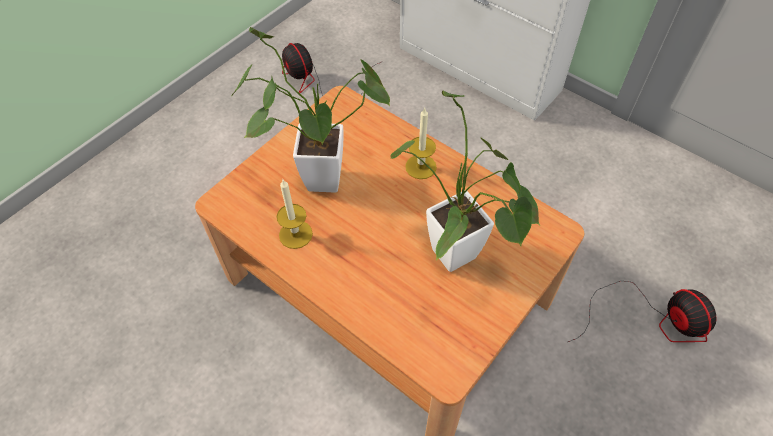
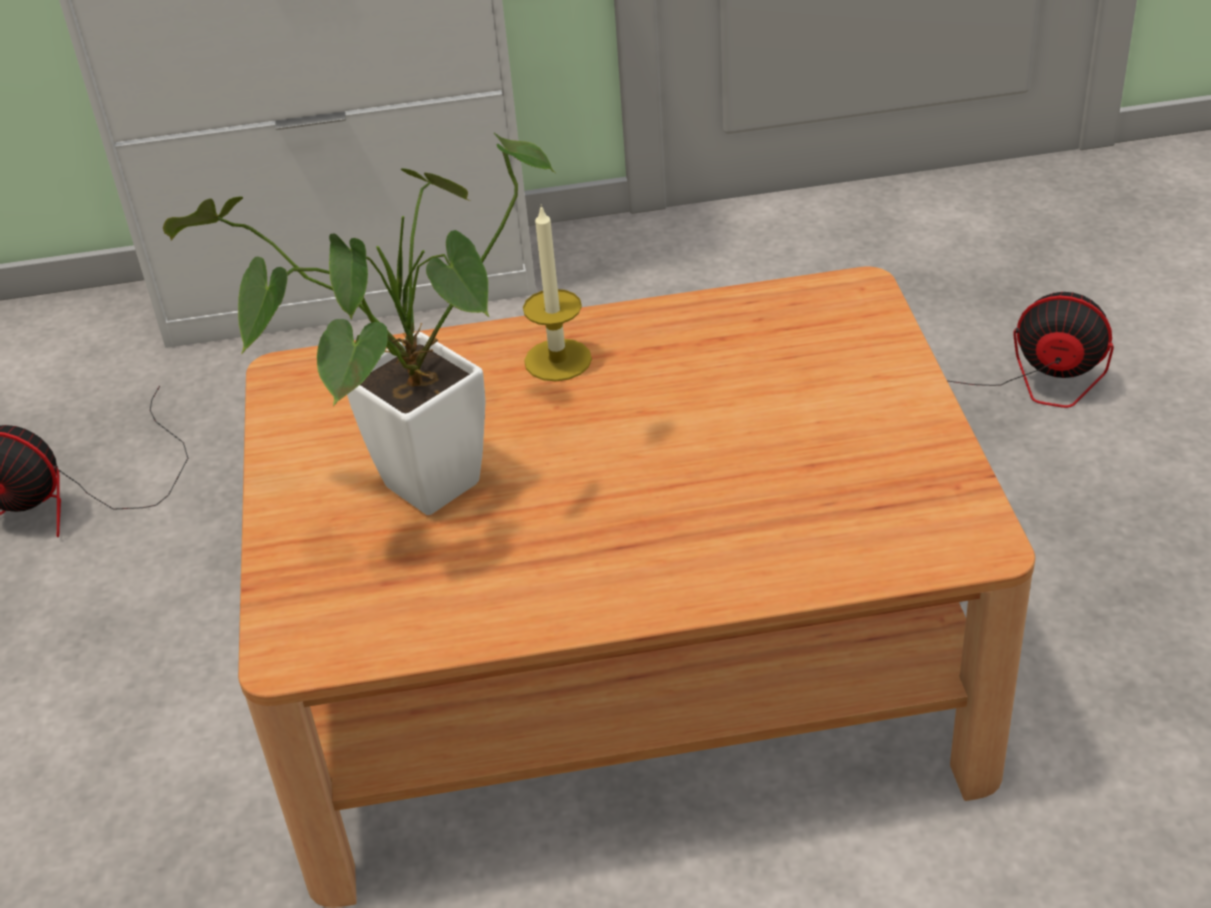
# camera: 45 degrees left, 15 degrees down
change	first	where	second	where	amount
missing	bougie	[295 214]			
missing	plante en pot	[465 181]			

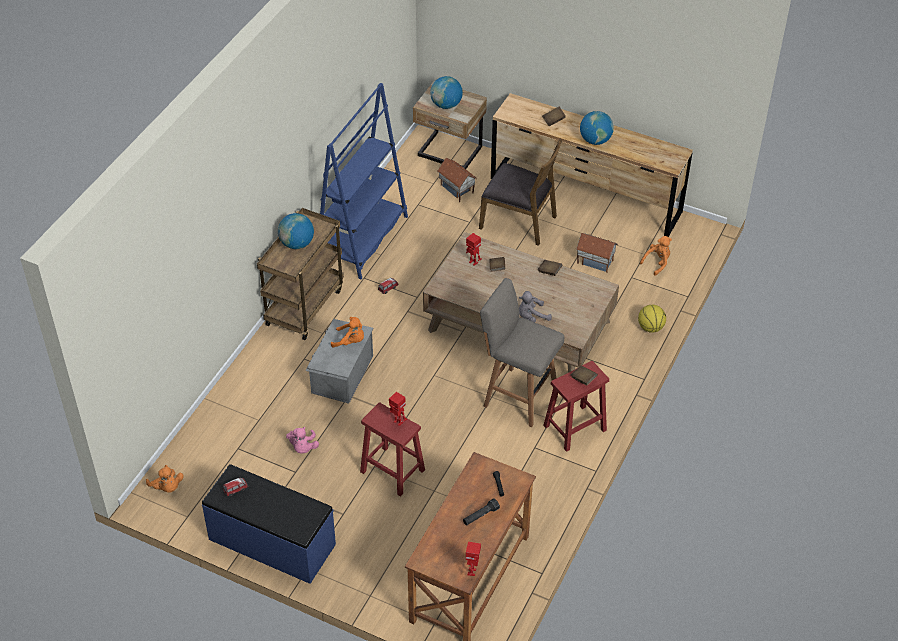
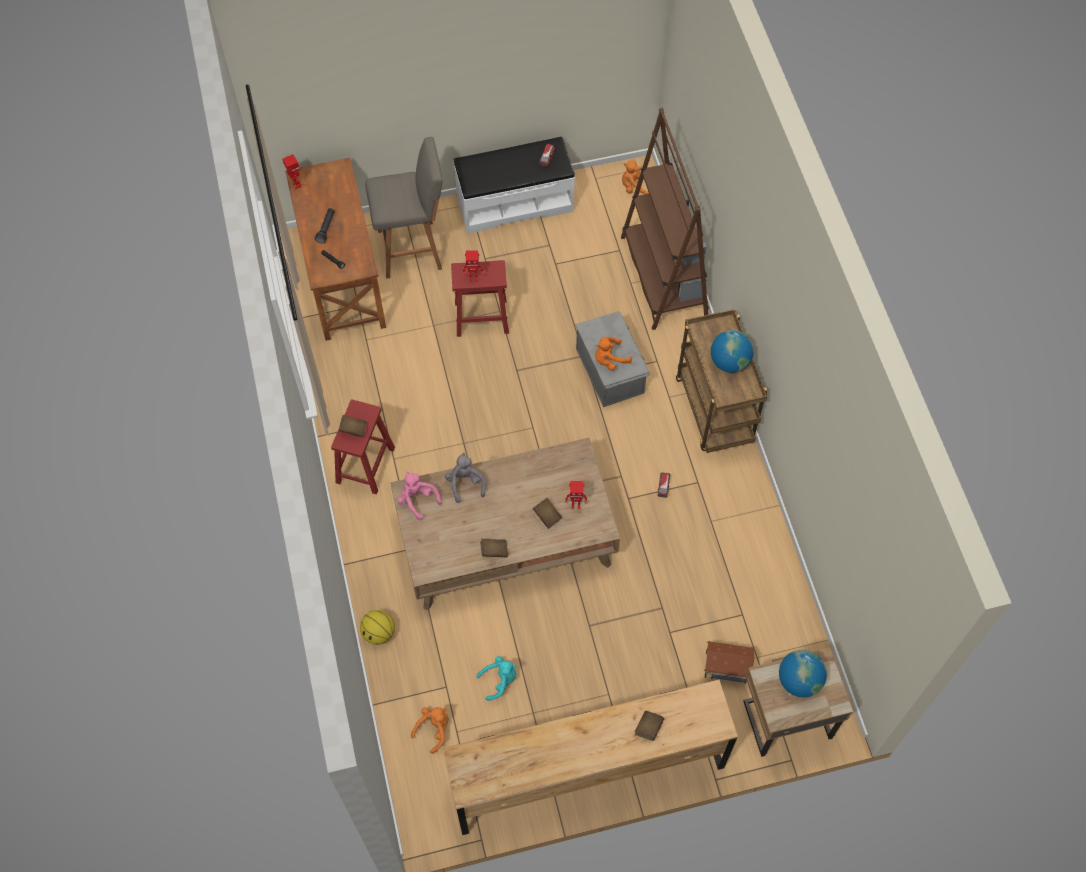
# camera: 140 degrees right, 15 degrees up
change	first	where	second	where	amount
relocated	tabouret [gris]	[522 352]		[404 208]	
relocated	peluche [rose]	[302 440]		[419 496]	
spun	peluche [orange]	[656 256]		[430 730]	150 degrees counterclockwise
spun	peluche [gris]	[535 306]		[465 478]	45 degrees counterclockwise
colour	banc [bleu]	[269 524]	banc [blanc]	[514 185]	
exchanged	maison miniature	[597 253]	peluche [turquoise]	[496 678]	
appeared			bibliothèque [marron]	[665 219]	
missing	bibliothèque [bleu]	[364 181]			
missing	chaise [marron]	[520 192]			
missing	globe	[597 128]			

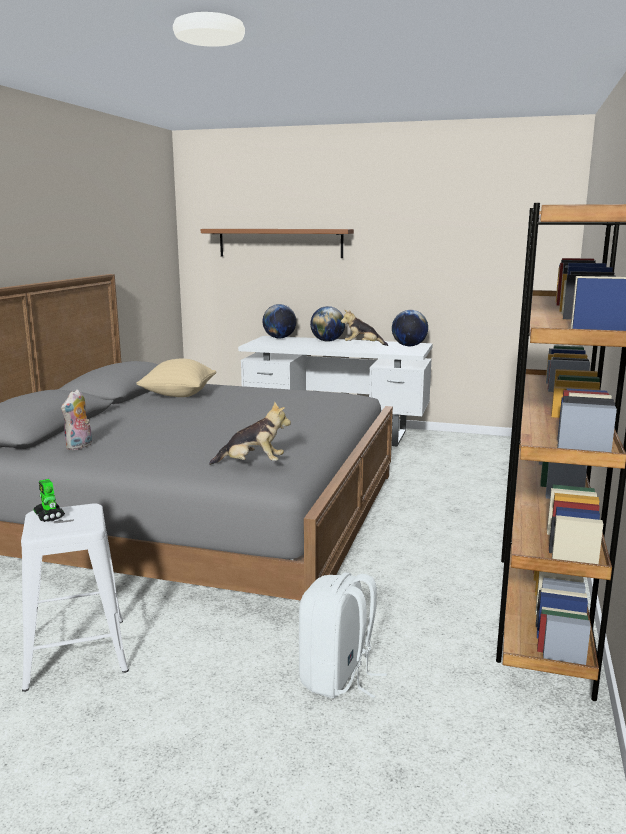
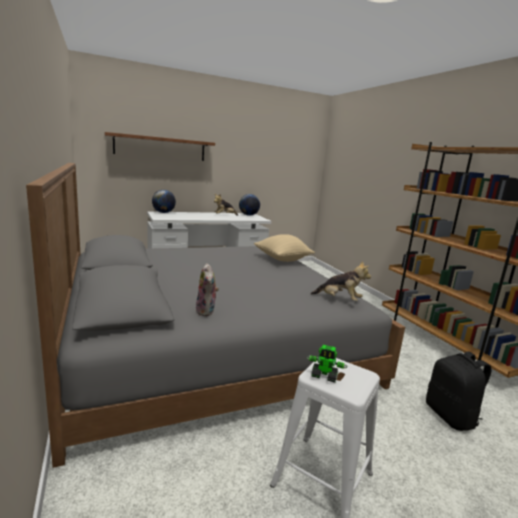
# camera: 40 degrees left, 0 degrees up
change	first	where	second	where	amount
relocated	coussin [beige]	[176 378]		[284 248]	
spun	peluche	[250 433]		[341 281]	60 degrees clockwise
colour	sac à dos [blanc]	[343 636]	sac à dos [noir]	[459 391]	
missing	globe	[327 324]			

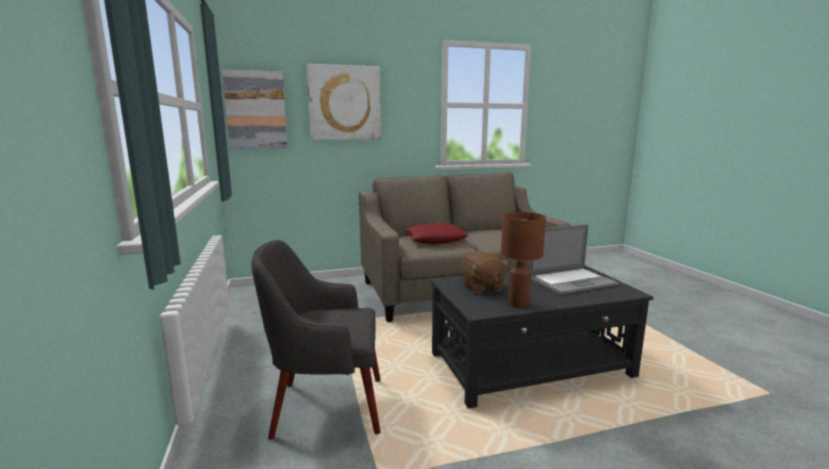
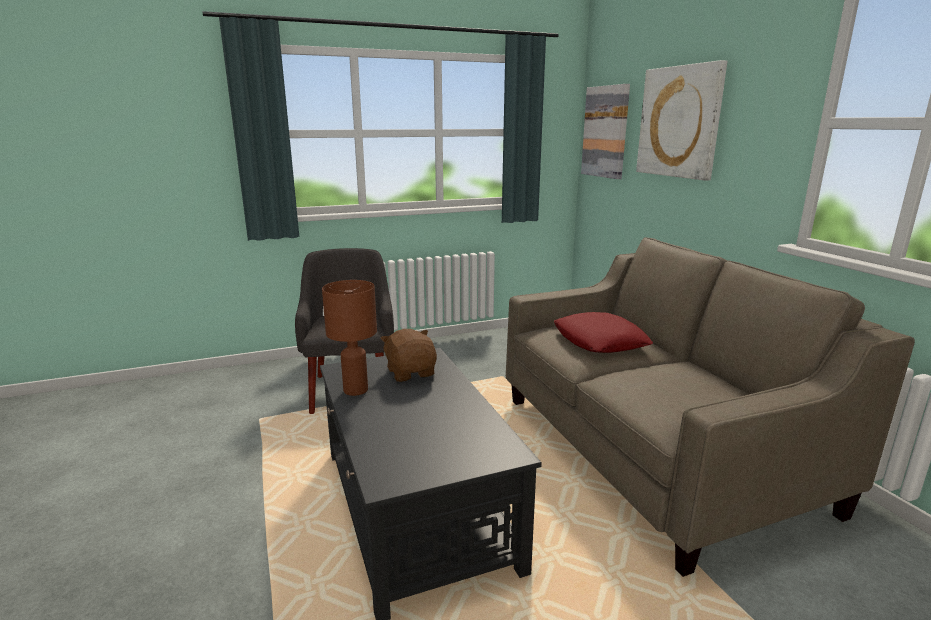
# camera: 85 degrees right, 5 degrees up
change	first	where	second	where	amount
spun	peluche [marron]	[485 272]		[408 355]	90 degrees clockwise
missing	ordinateur portable	[573 259]			

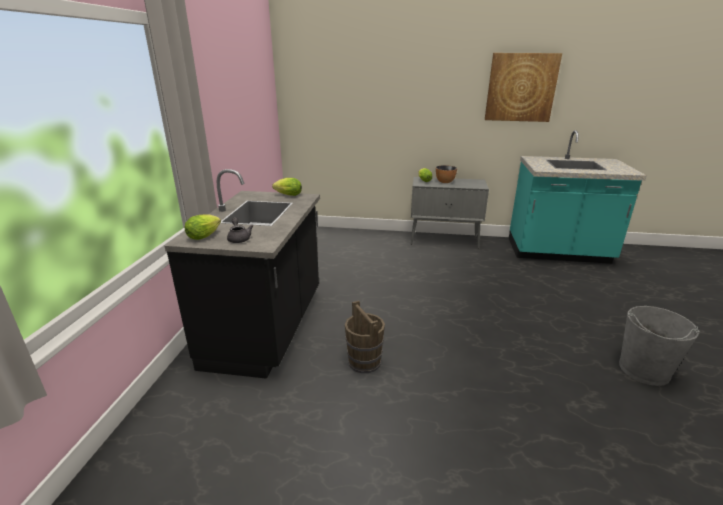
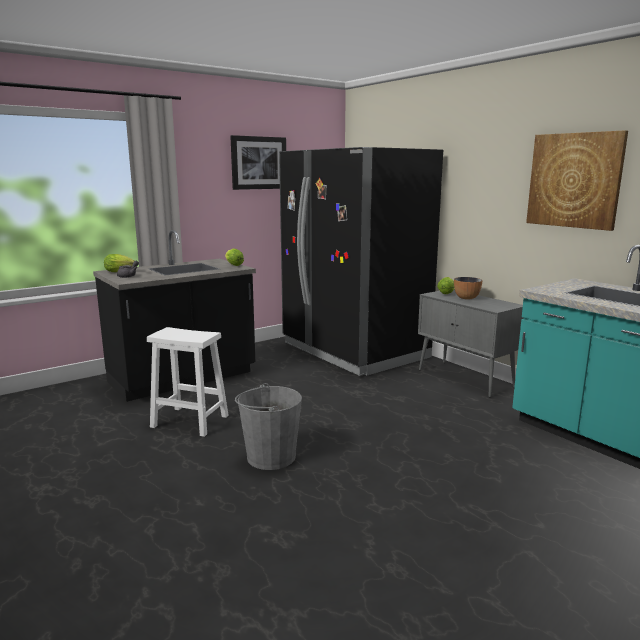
# camera: 45 degrees right, 10 degrees down
change	first	where	second	where	amount
exchanged	seau [marron]	[365 336]	tabouret [blanc]	[188 382]	
appeared			tableau	[258 162]	
relocated	seau [gris]	[659 346]		[268 426]	
appeared			réfrigérateur [noir]	[361 261]	

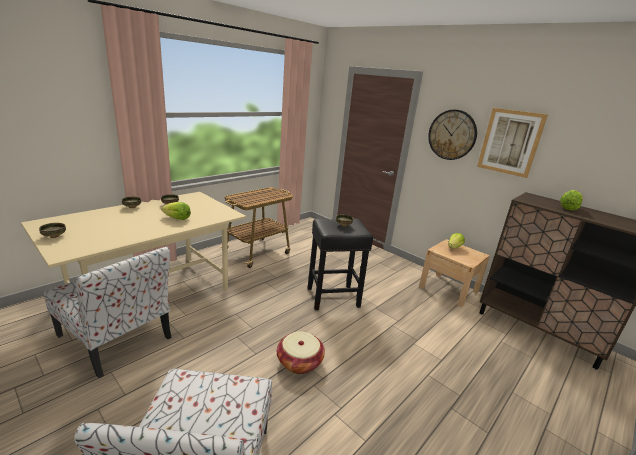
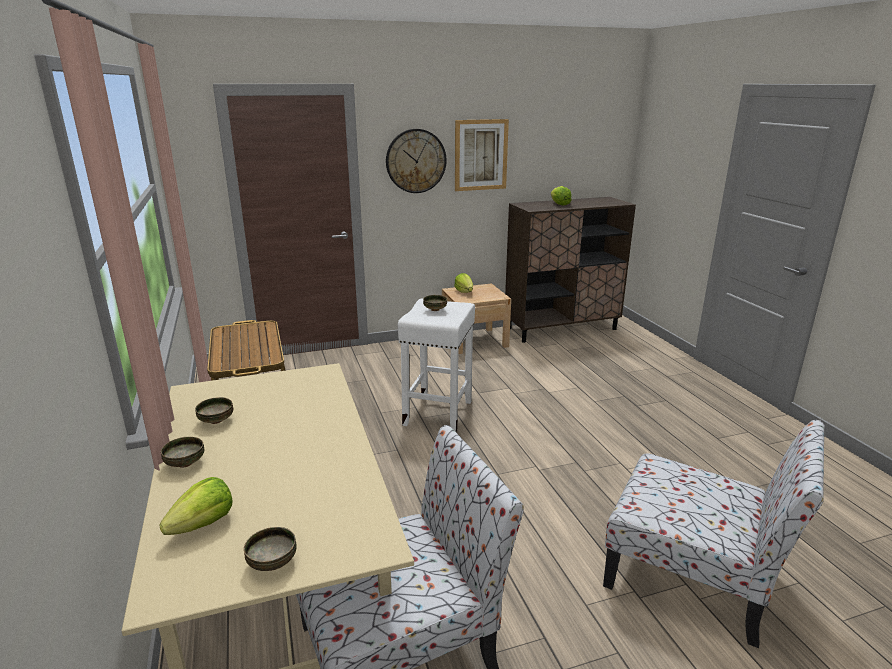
# camera: 60 degrees left, 0 degrees up
change	first	where	second	where	amount
relocated	laitue	[176 211]		[196 506]	
colour	tabouret [noir]	[340 264]	tabouret [blanc]	[436 365]	
missing	panier	[301 352]			

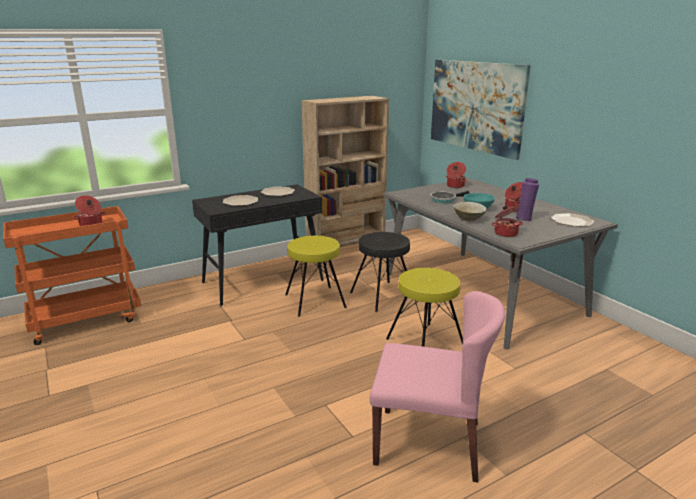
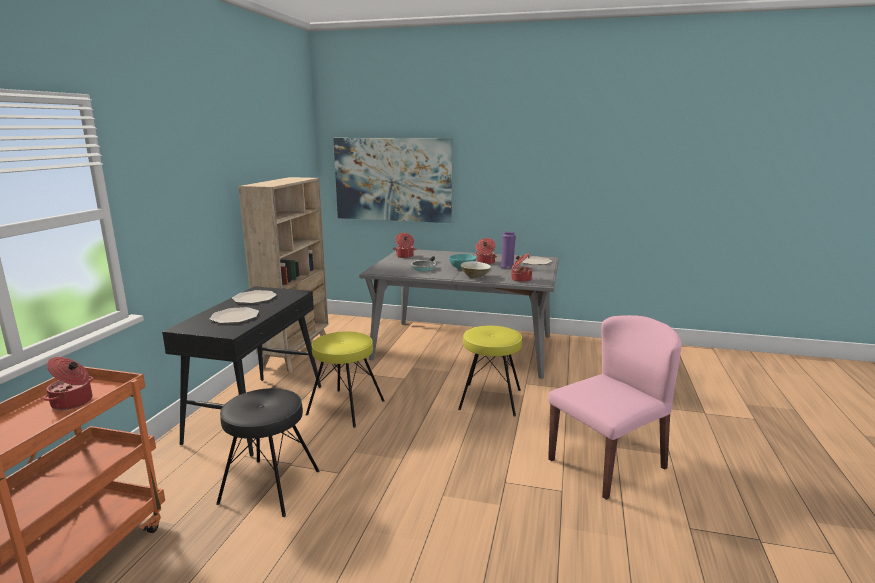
# camera: 45 degrees left, 5 degrees down
change	first	where	second	where	amount
relocated	tabouret [noir]	[380 272]		[268 452]	

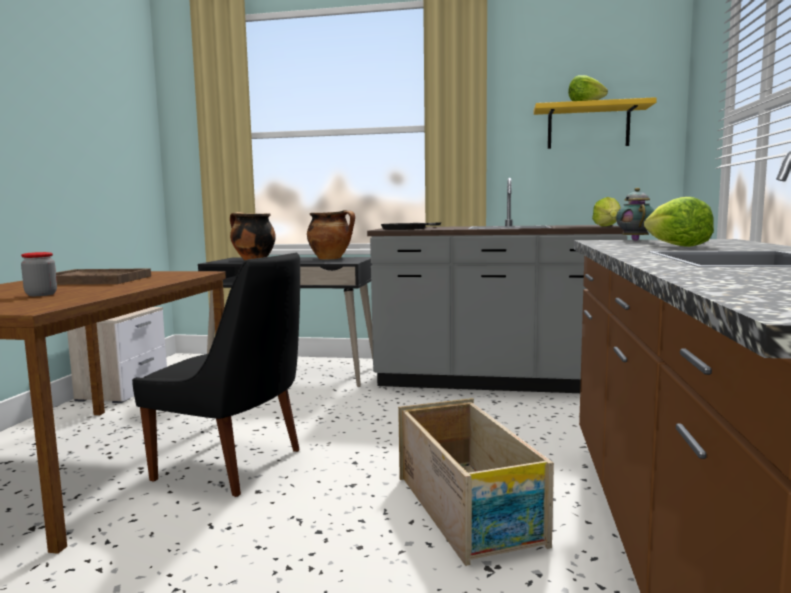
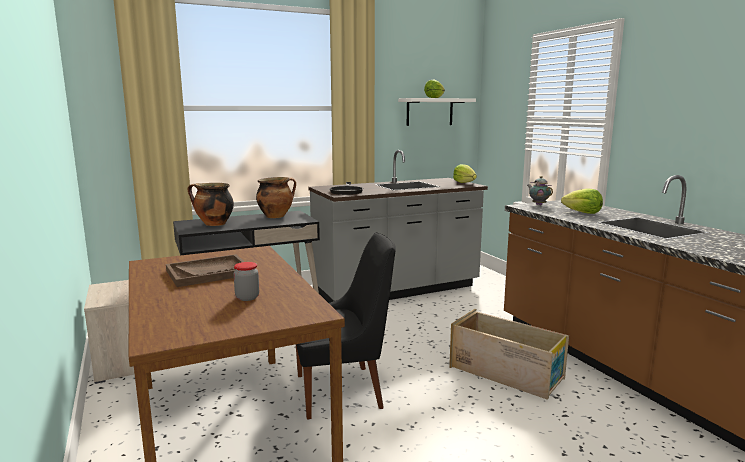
# camera: 35 degrees left, 5 degrees up
change	first	where	second	where	amount
colour	étagère [jaune]	[595 123]	étagère [blanc]	[437 112]	

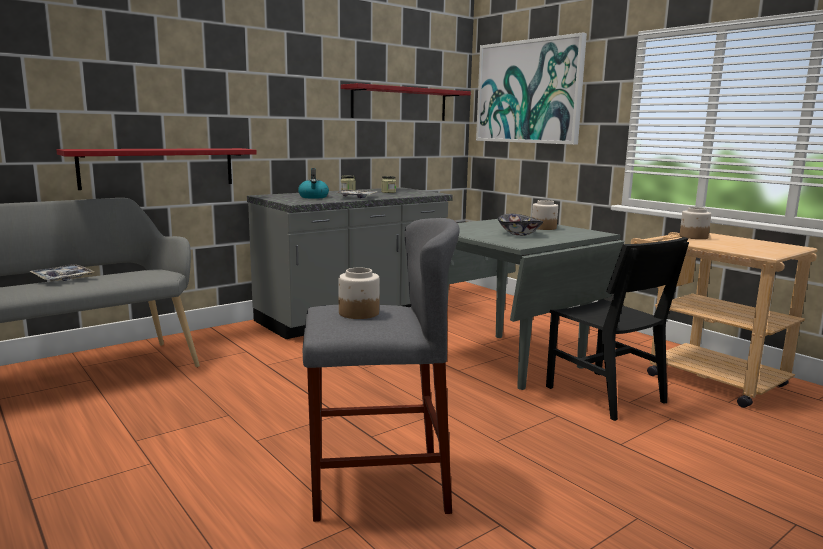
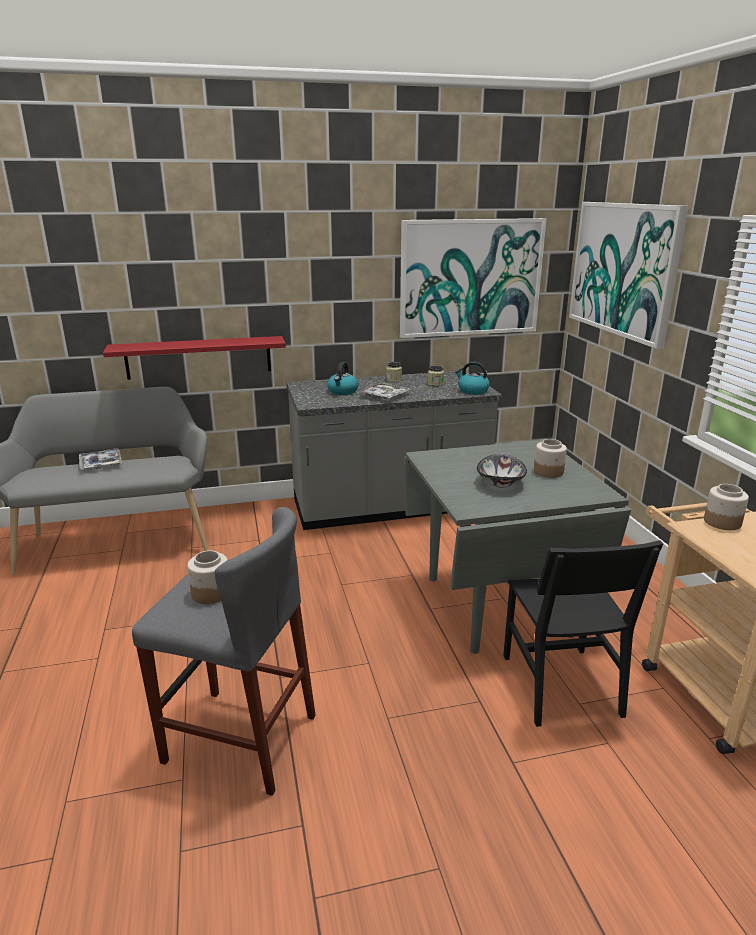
# camera: 25 degrees right, 10 degrees up
change	first	where	second	where	amount
exchanged	étagère [rouge]	[406 102]	tableau	[473 278]	
appeared			bouilloire	[472 378]	

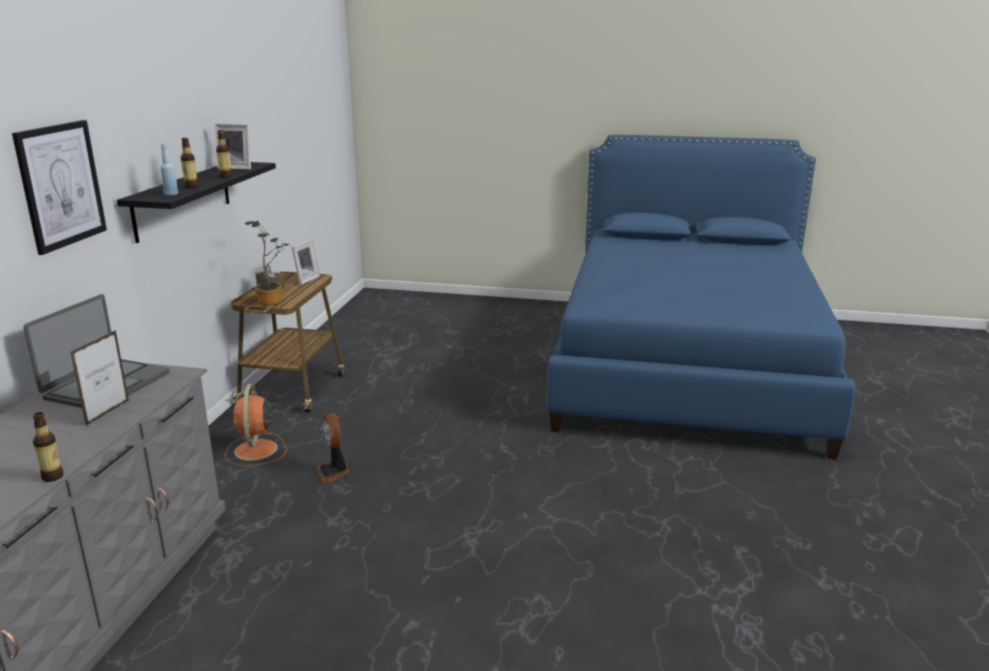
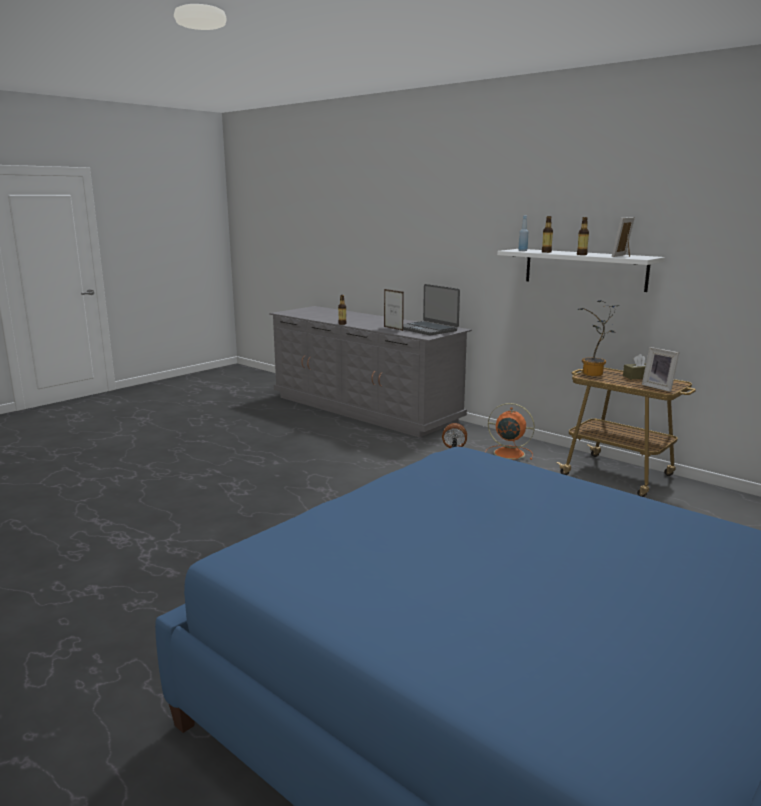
# camera: 120 degrees right, 5 degrees down
change	first	where	second	where	amount
colour	étagère [noir]	[196 202]	étagère [blanc]	[581 270]	
missing	tableau	[59 187]			

